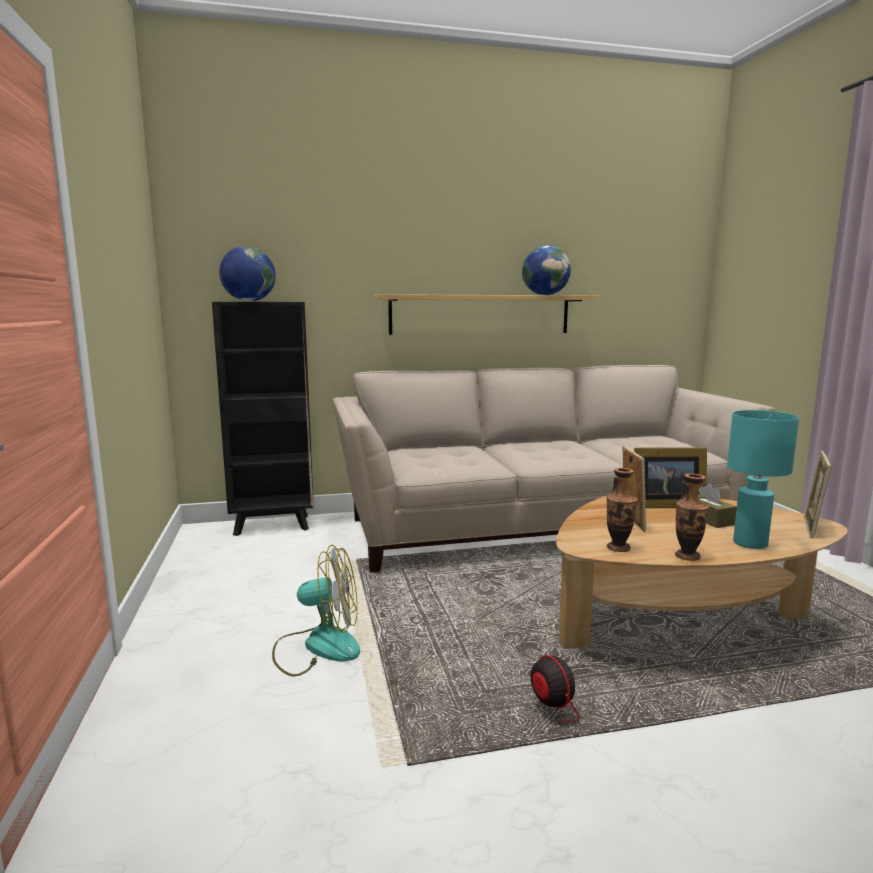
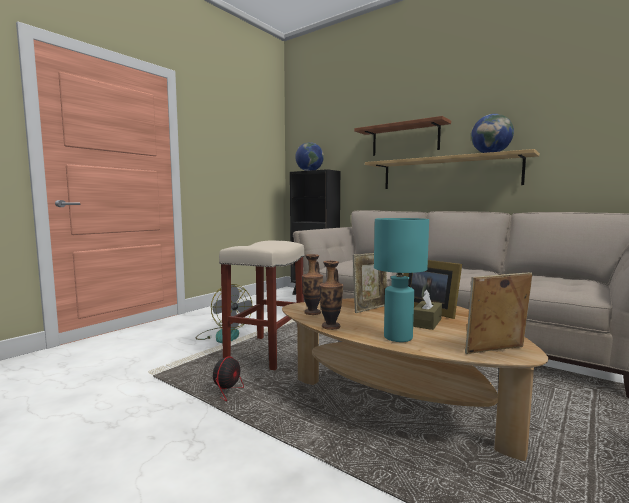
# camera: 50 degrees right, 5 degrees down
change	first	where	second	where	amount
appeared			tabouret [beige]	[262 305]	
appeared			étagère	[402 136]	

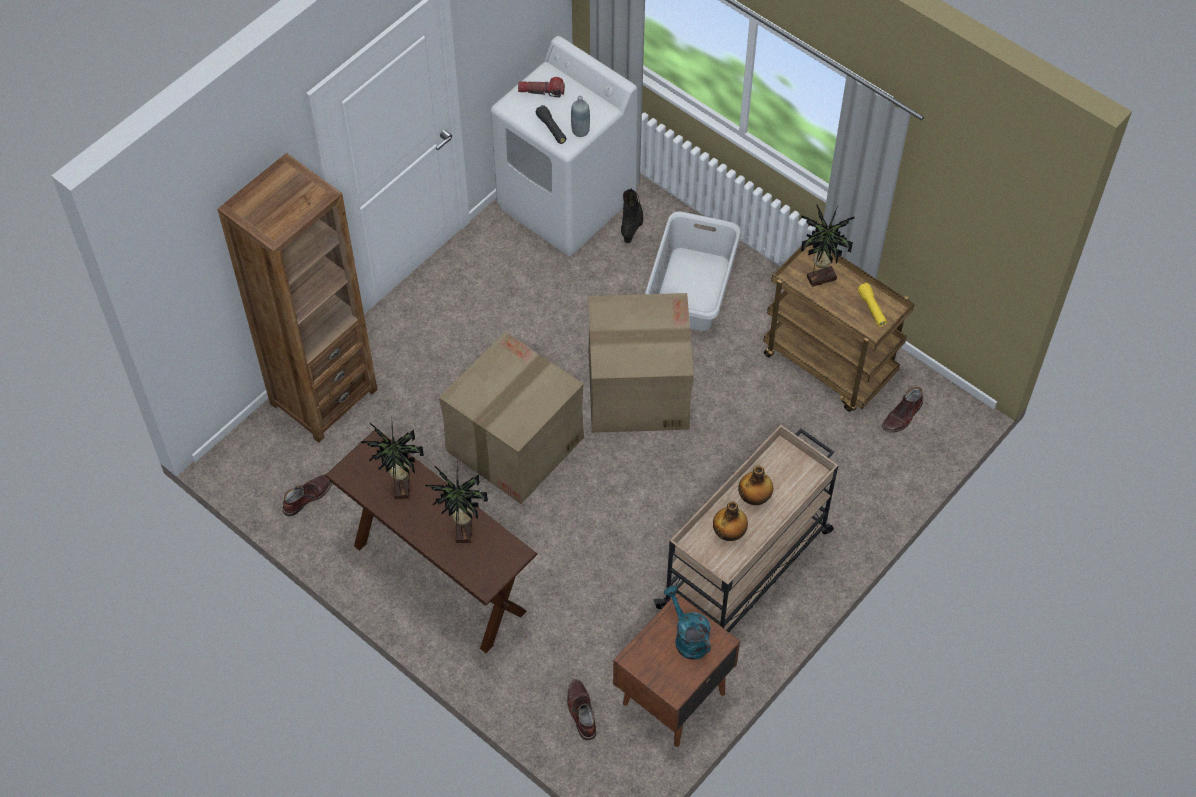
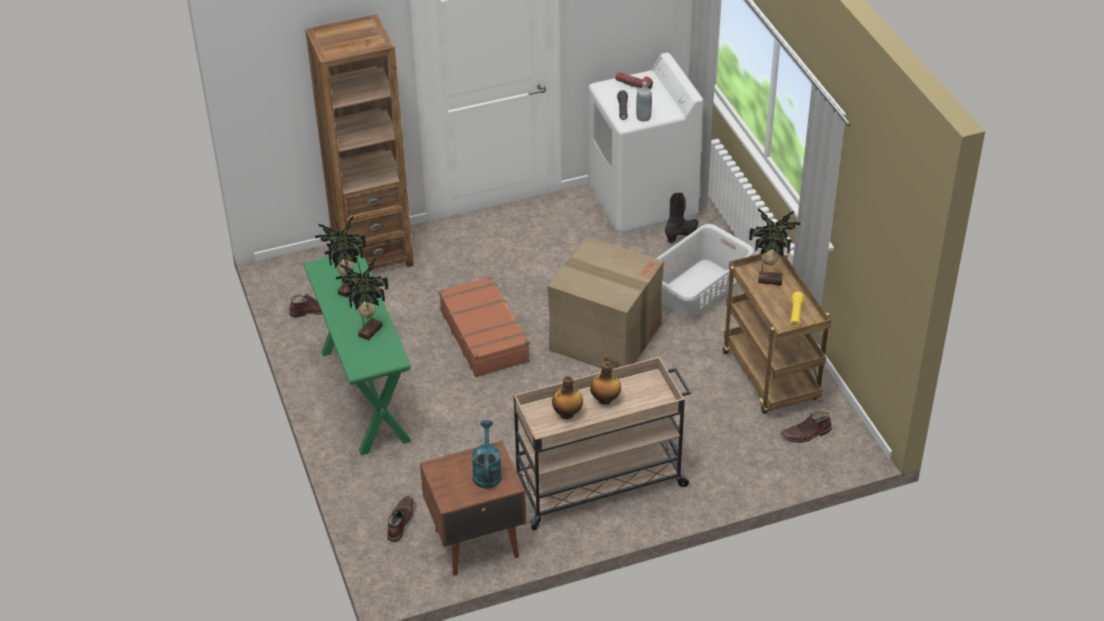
# camera: 30 degrees right, 15 degrees down
change	first	where	second	where	amount
colour	table console [marron]	[431 541]	table console [vert]	[357 354]	
exchanged	carton	[511 418]	valise [marron]	[484 326]	

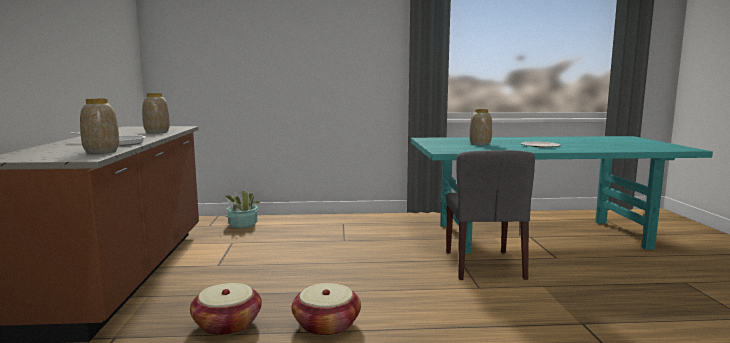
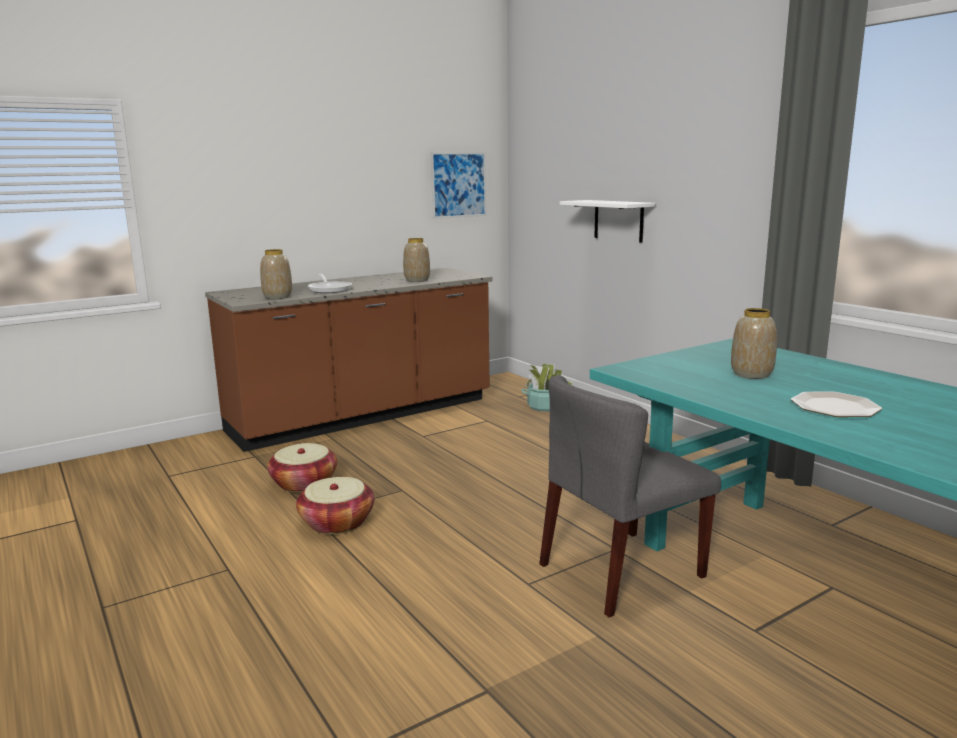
# camera: 60 degrees right, 5 degrees up
change	first	where	second	where	amount
appeared			tableau	[458 185]	
appeared			étagère [blanc]	[607 221]	

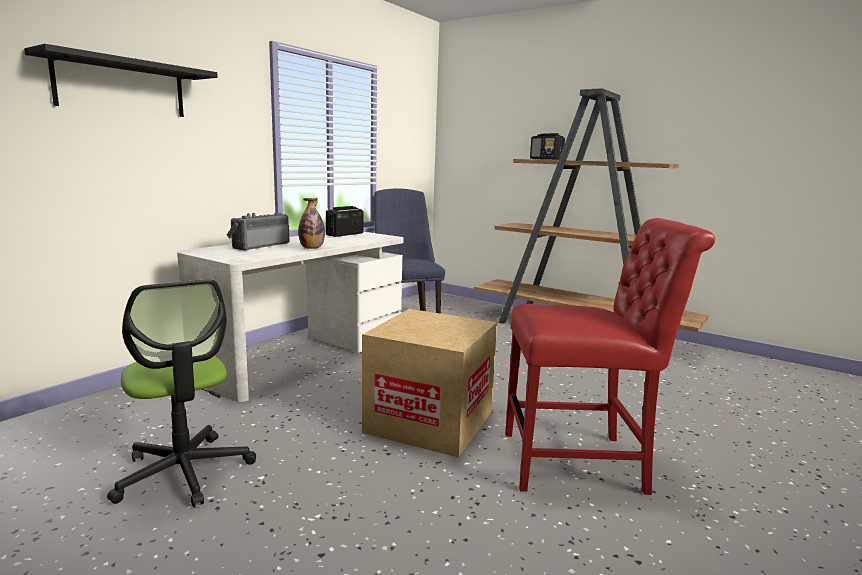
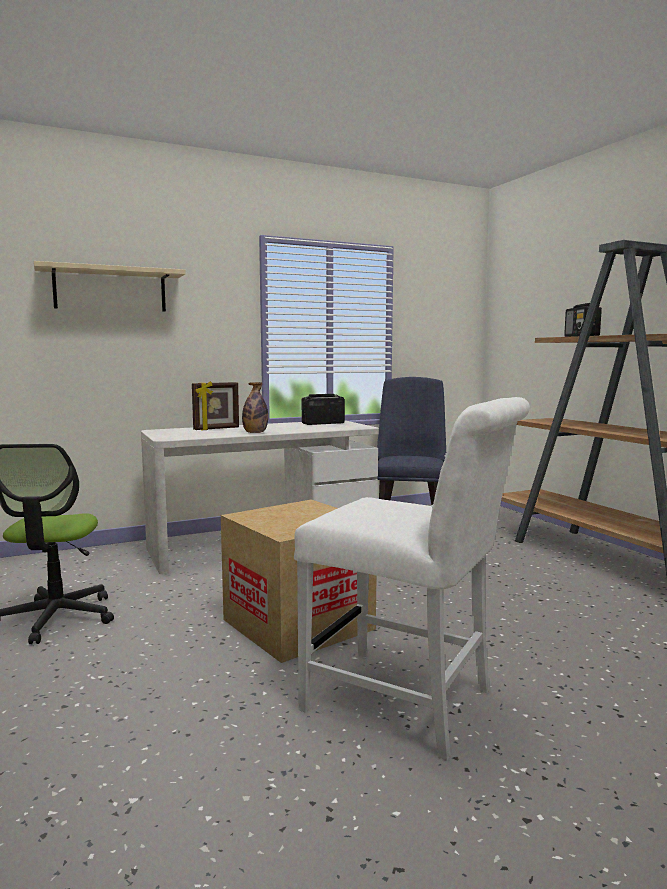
# camera: 30 degrees right, 5 degrees down
change	first	where	second	where	amount
colour	étagère [noir]	[121 80]	étagère [beige]	[110 286]	
exchanged	radio	[258 232]	cadre photo	[215 405]	
colour	chaise [rouge]	[610 356]	chaise [blanc]	[412 578]	

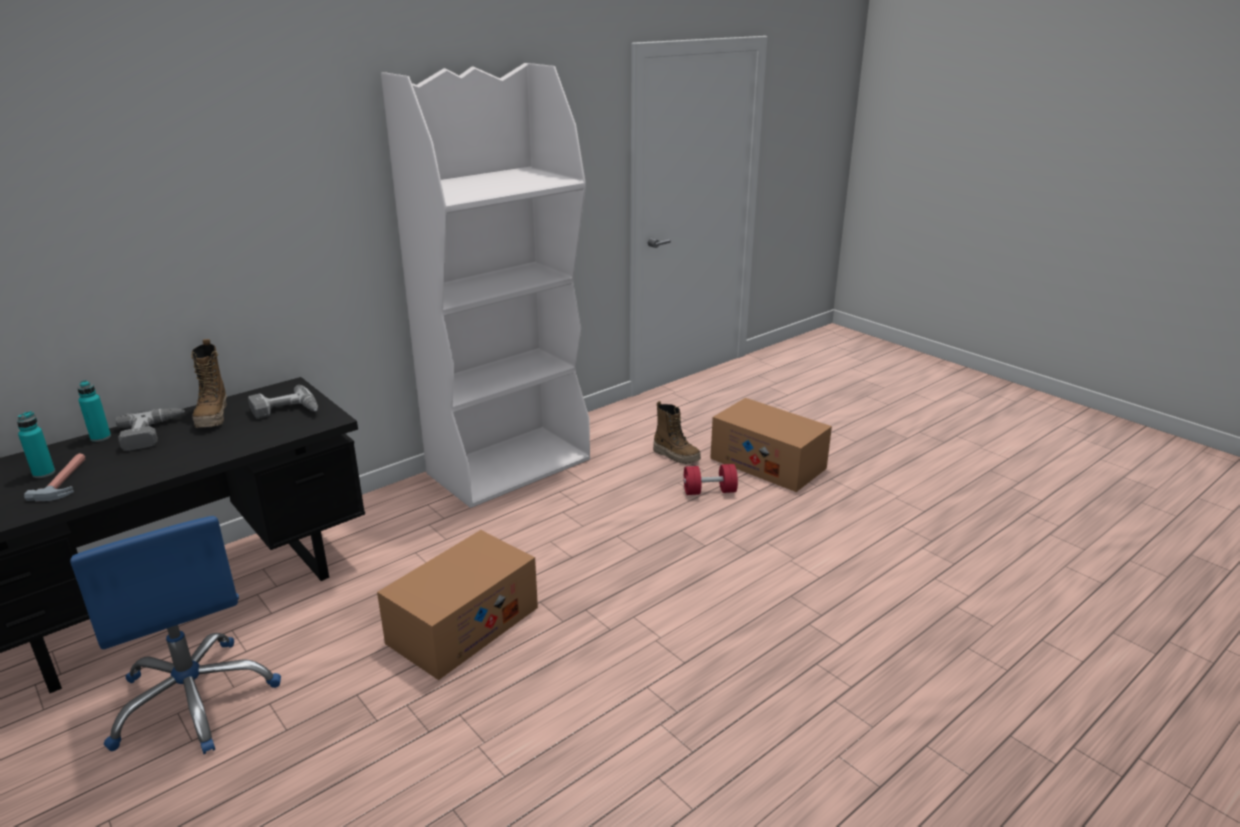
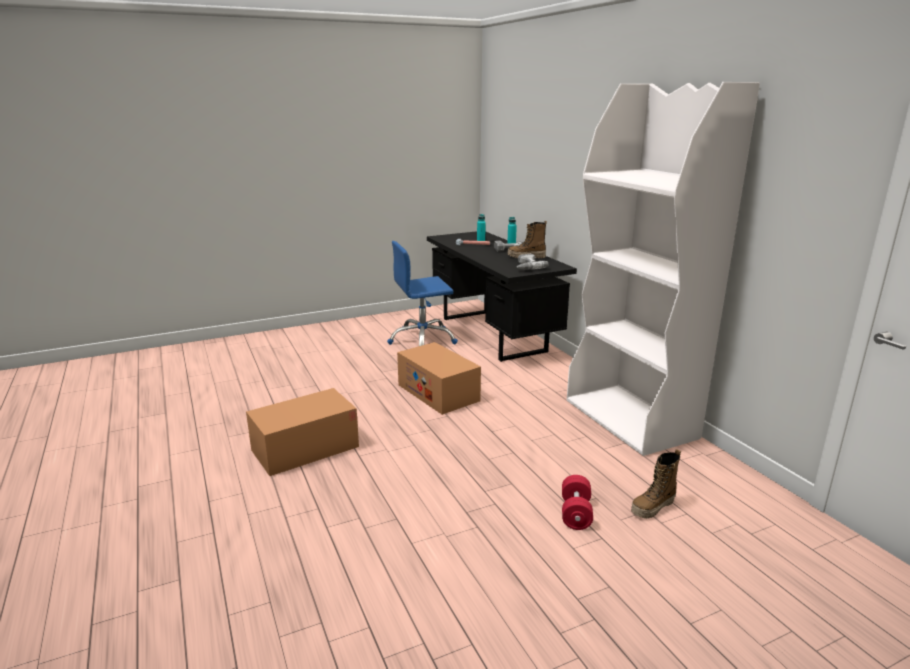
# camera: 105 degrees right, 5 degrees down
change	first	where	second	where	amount
relocated	carton	[771 445]		[302 432]	

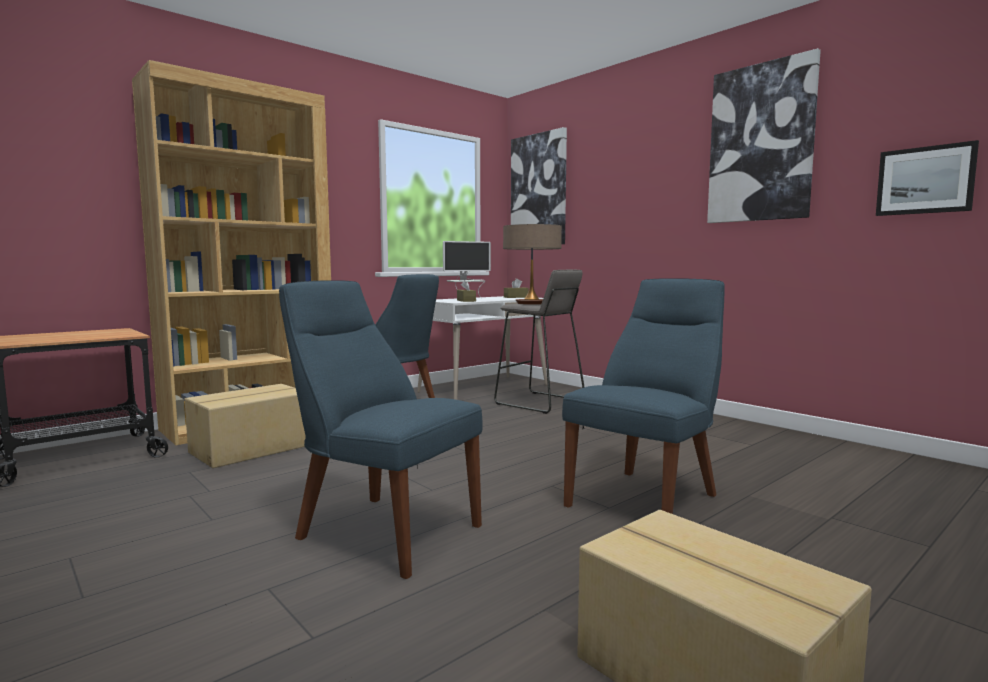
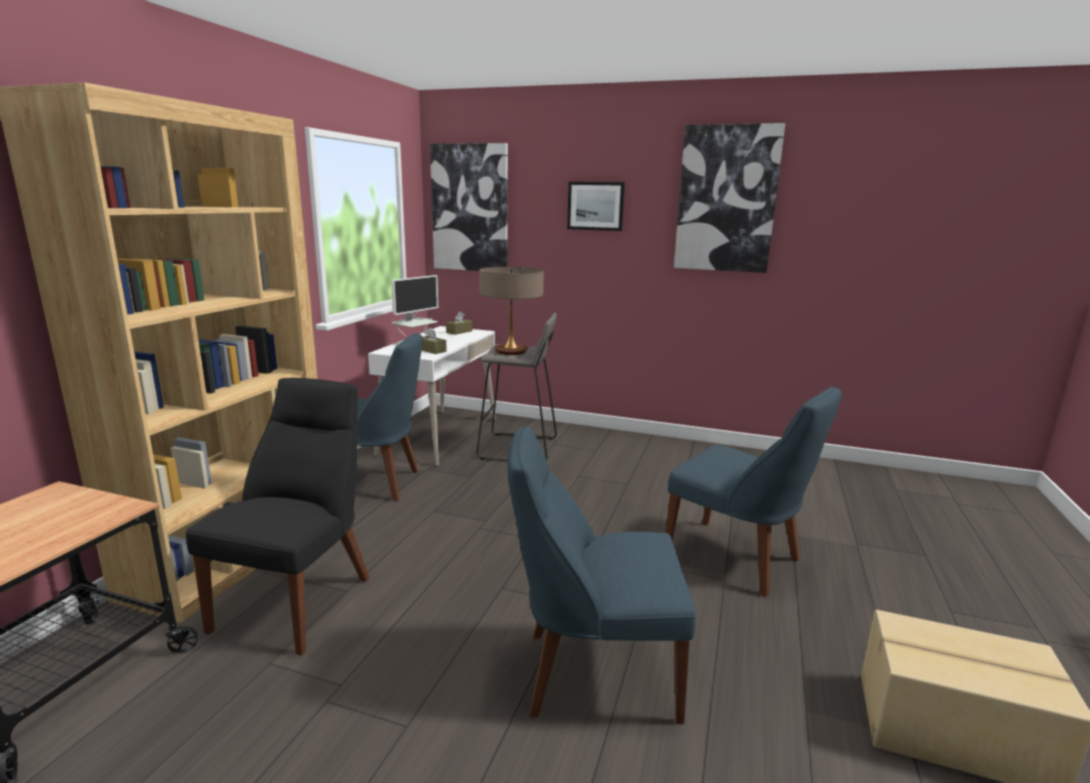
# camera: 30 degrees left, 10 degrees up
change	first	where	second	where	amount
exchanged	carton	[244 426]	chaise [noir]	[278 516]	
relocated	tableau	[927 178]		[596 206]	
spun	chaise [bleu]	[643 396]		[753 492]	120 degrees clockwise

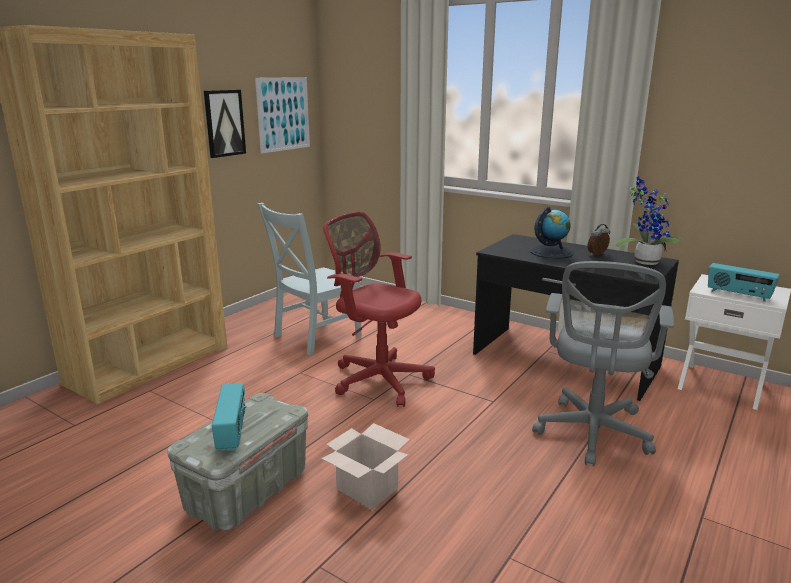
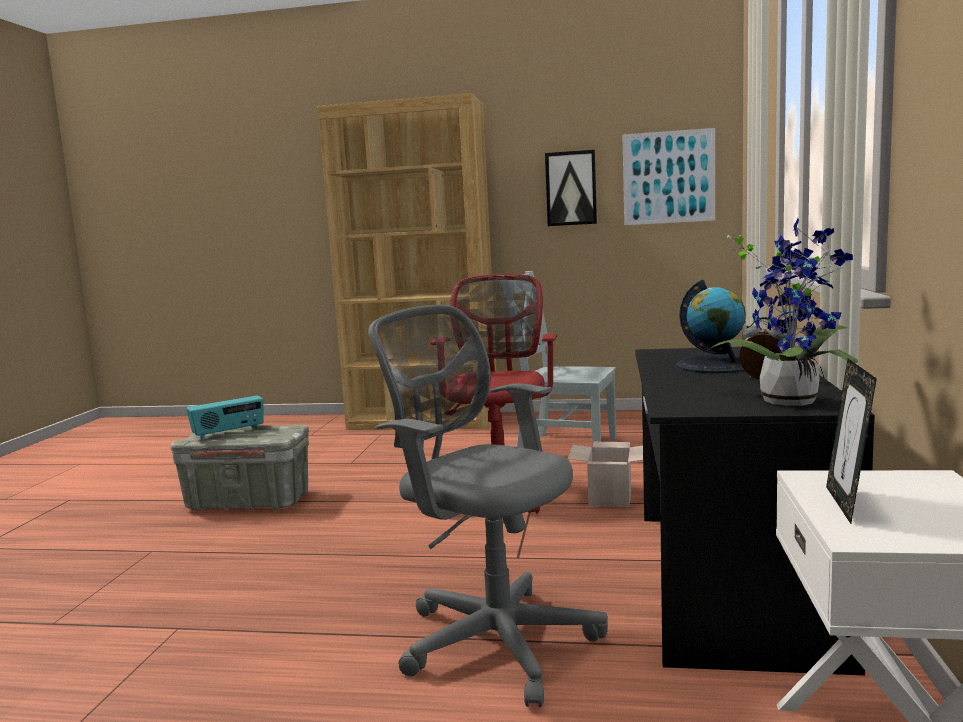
# camera: 65 degrees right, 10 degrees down
change	first	where	second	where	amount
spun	chaise de bureau [gris]	[603 363]		[488 506]	45 degrees clockwise
relocated	carton	[365 466]		[605 474]	
exchanged	radio	[744 282]	cadre photo	[851 441]	

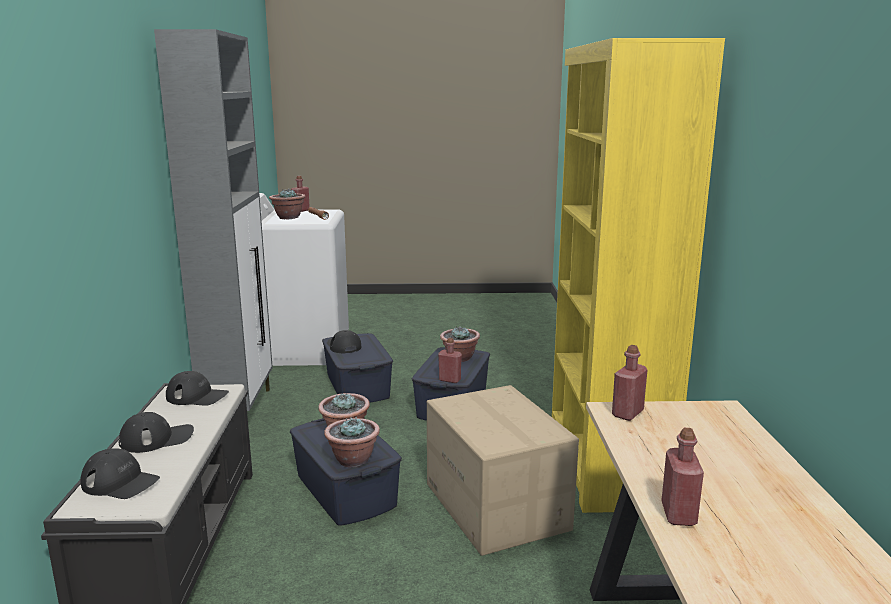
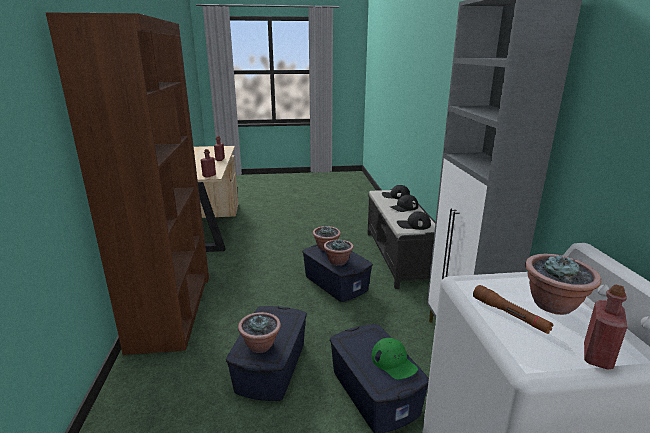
# camera: 175 degrees right, 5 degrees up
change	first	where	second	where	amount
colour	bibliothèque [jaune]	[638 275]	bibliothèque [marron]	[127 183]	
colour	casquette [noir]	[344 342]	casquette [vert]	[395 359]	
missing	carton	[503 470]			
missing	bouteille [rouge]	[450 360]			

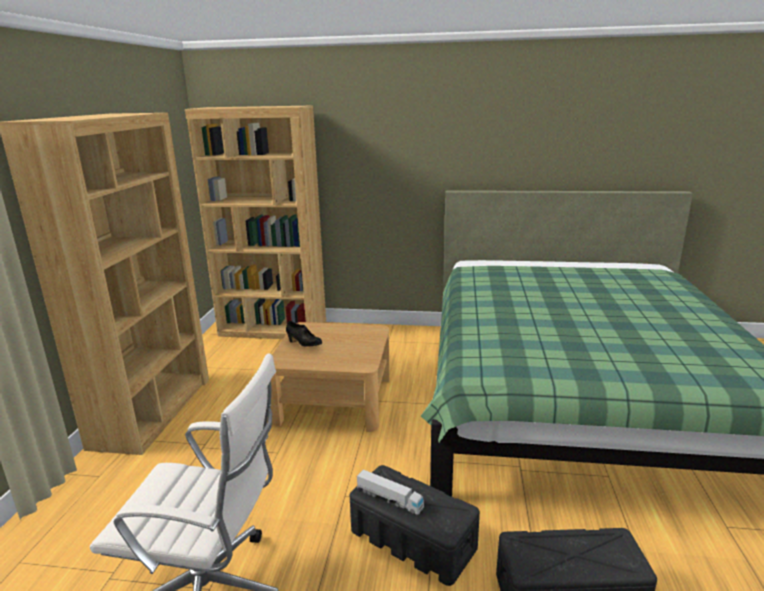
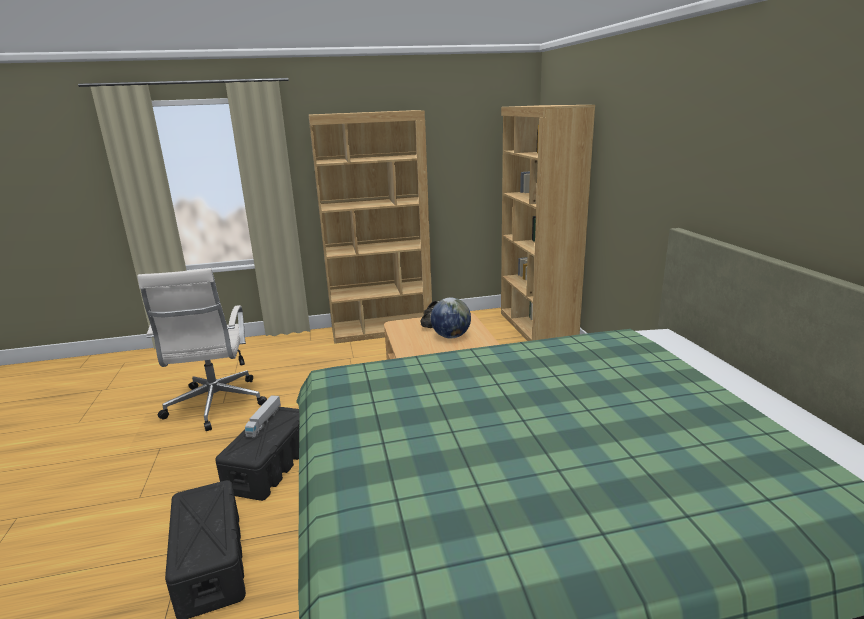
# camera: 70 degrees right, 0 degrees up
change	first	where	second	where	amount
appeared			globe	[451 318]	

